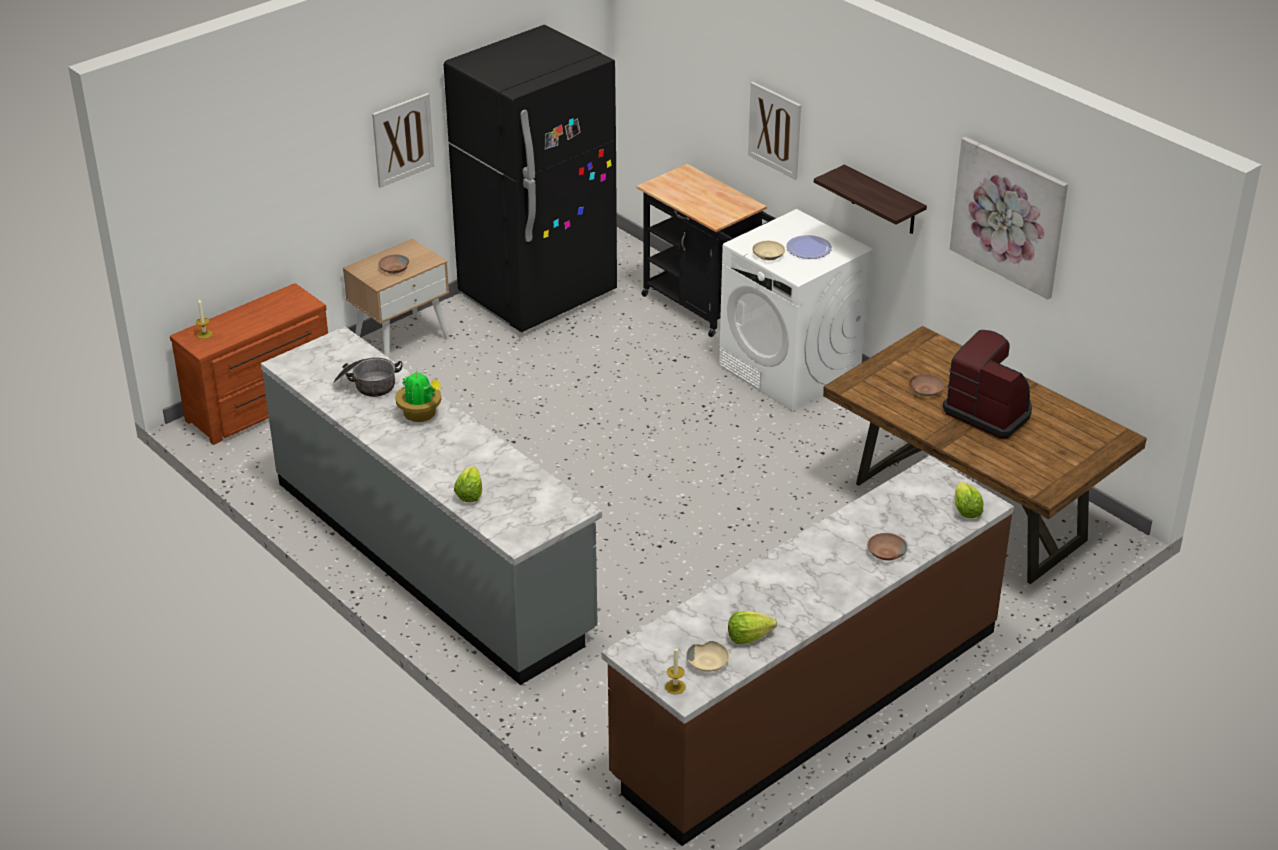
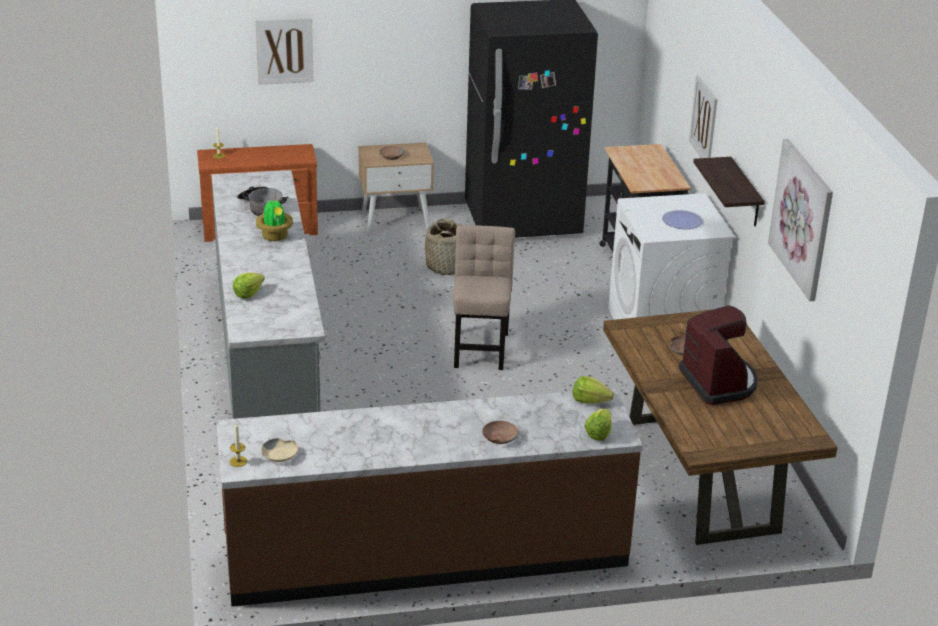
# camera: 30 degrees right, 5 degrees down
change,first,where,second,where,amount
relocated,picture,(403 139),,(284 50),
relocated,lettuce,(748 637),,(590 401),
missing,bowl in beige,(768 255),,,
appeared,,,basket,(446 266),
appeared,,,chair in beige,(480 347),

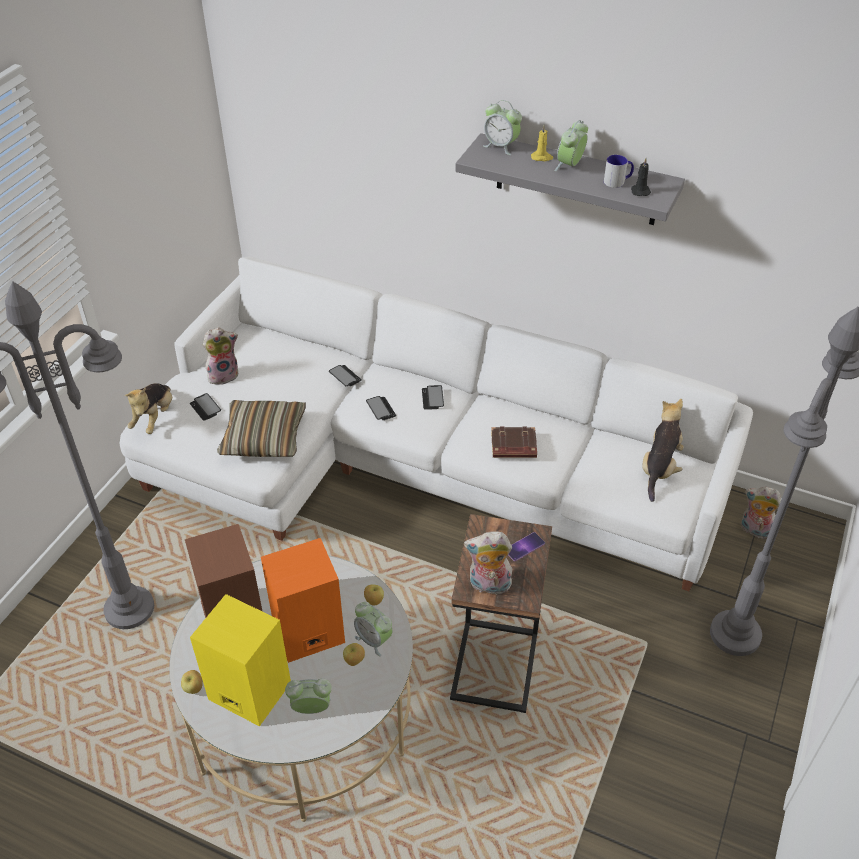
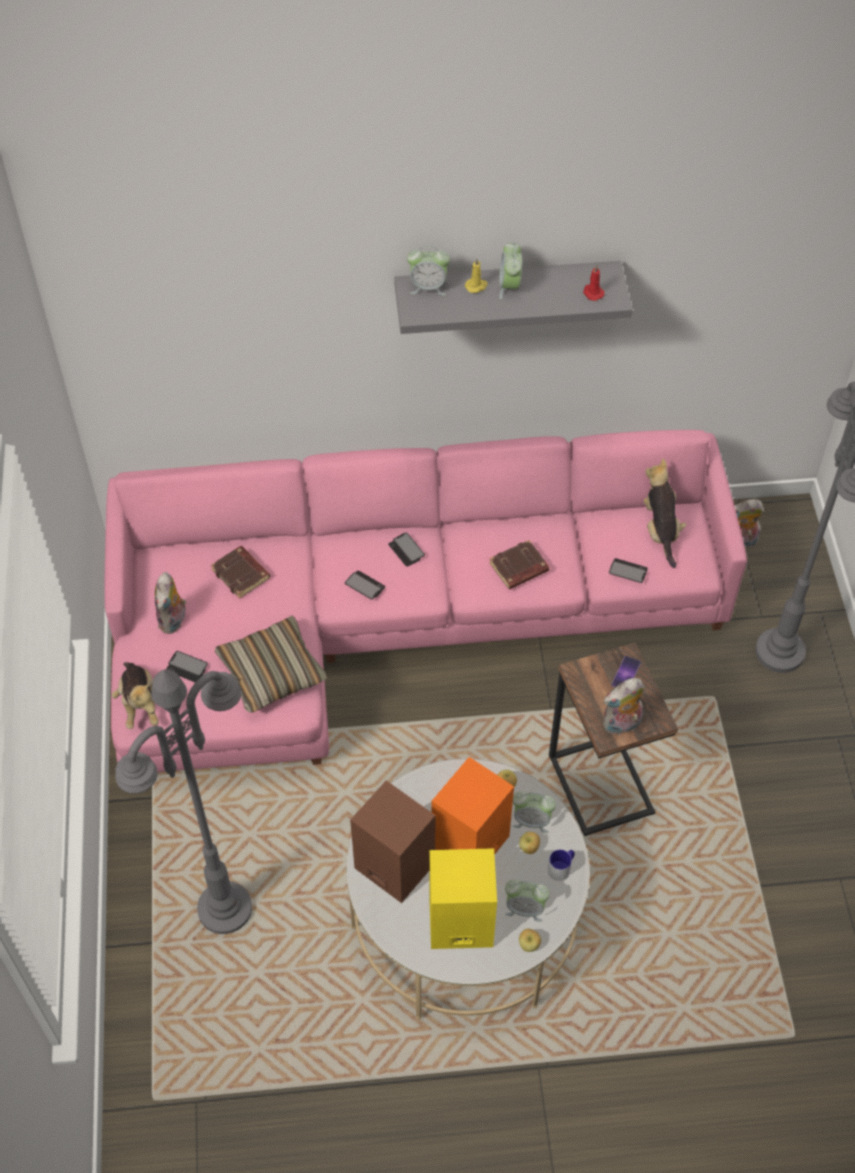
# camera: 30 degrees left, 10 degrees up
change,first,where,second,where,amount
colour,sofa in white,(412 463),sofa in pink,(389 619),
relocated,apple,(194 688),,(529 945),
spun,plush toy,(224 375),,(174 621),150 degrees clockwise
spun,alarm clock,(311 708),,(525 908),135 degrees counterclockwise
relocated,phone,(345 376),,(628 571),
relocated,mug,(617 181),,(561 868),
colour,candle in black,(640 191),candle in red,(592 293),
appeared,,,book in brown,(242 574),

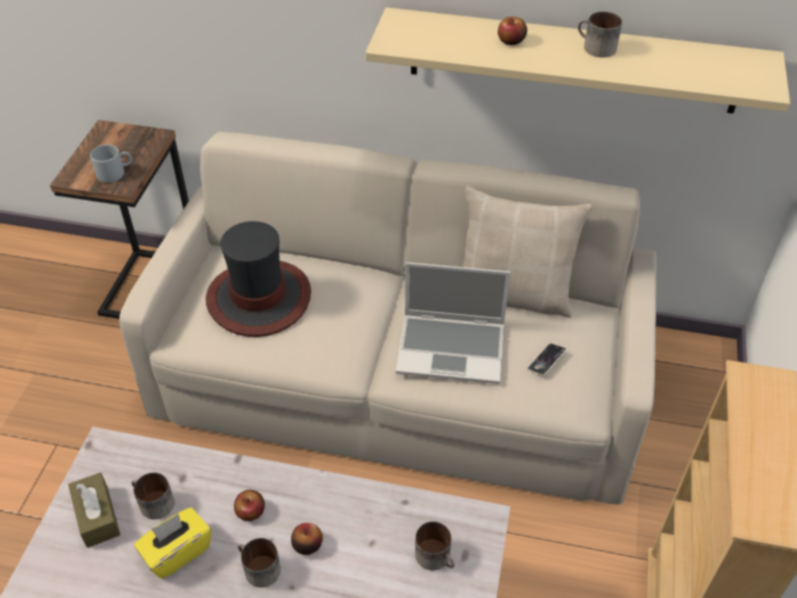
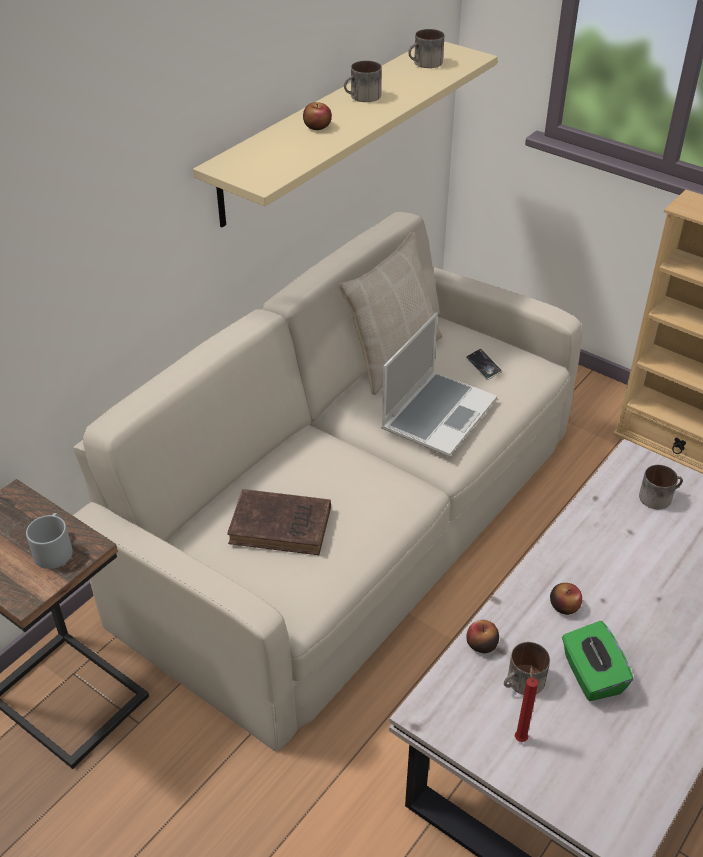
# camera: 65 degrees left, 5 degrees down
change,first,where,second,where,amount
exchanged,tissue box in brown,(97 516),candle in red,(520 737),
colour,tissue box in yellow,(177 552),tissue box in green,(591 675),
exchanged,hat,(259 298),book in brown,(283 526),
relocated,mug,(258 569),,(425 64),
relocated,apple,(307 544),,(481 644),

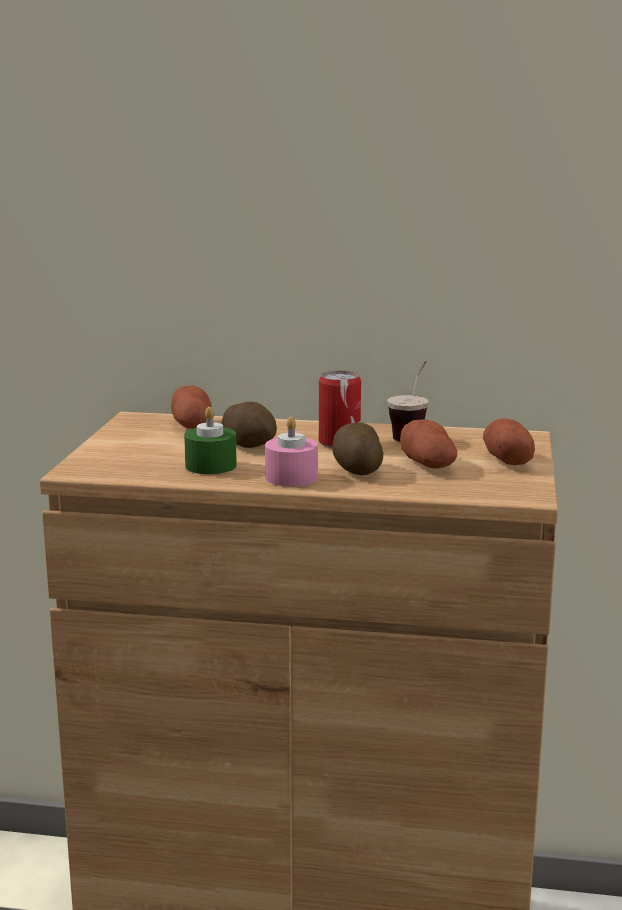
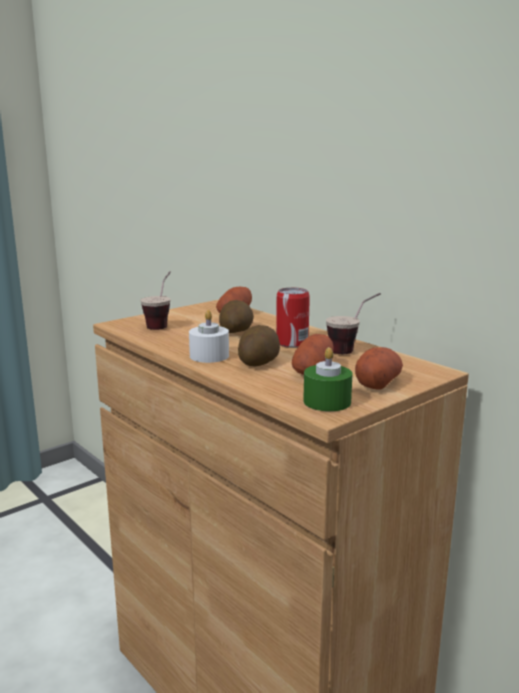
# camera: 40 degrees right, 0 degrees up
change,first,where,second,where,amount
relocated,candle in green,(211 466),,(327 401),
colour,candle in pink,(291 477),candle in white,(209 356),
appeared,,,cup,(161 324),

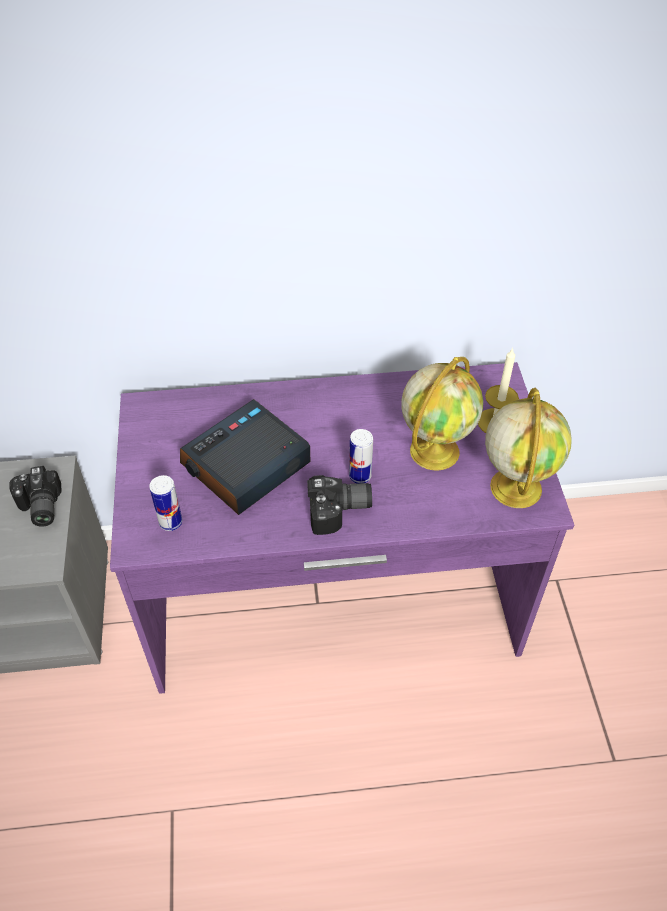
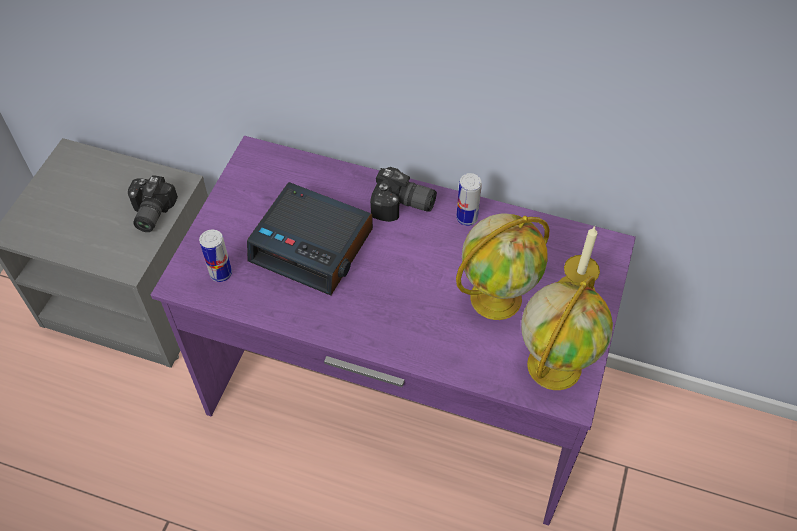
# camera: 25 degrees right, 5 degrees up
change,first,where,second,where,amount
spun,alarm clock,(245 466),,(313 245),135 degrees counterclockwise
relocated,photo camera,(340 512),,(403 207),
relocated,can,(360 476),,(466 218),

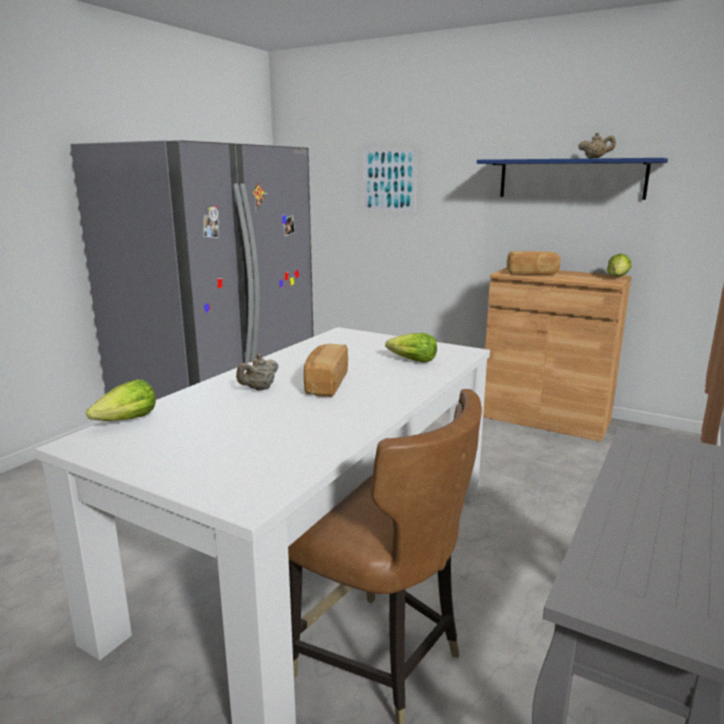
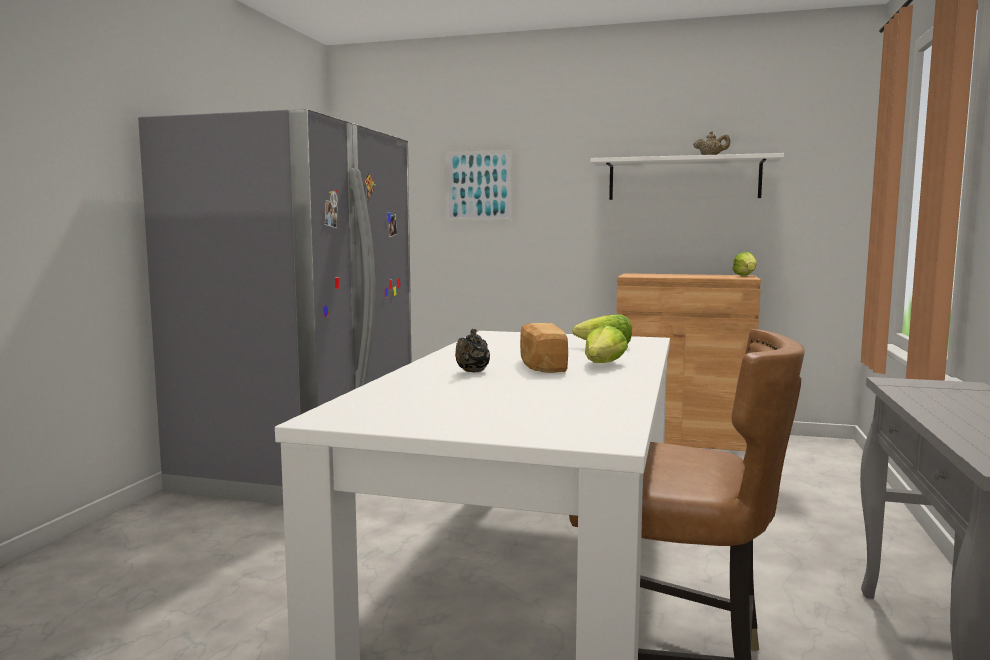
# camera: 15 degrees left, 10 degrees down
change,first,where,second,where,amount
relocated,lettuce,(127 420),,(604 364),
colour,teapot in beige,(259 389),teapot in black,(472 372),
colour,shelf in blue,(571 179),shelf in white,(683 179),
missing,bread,(532 274),,,

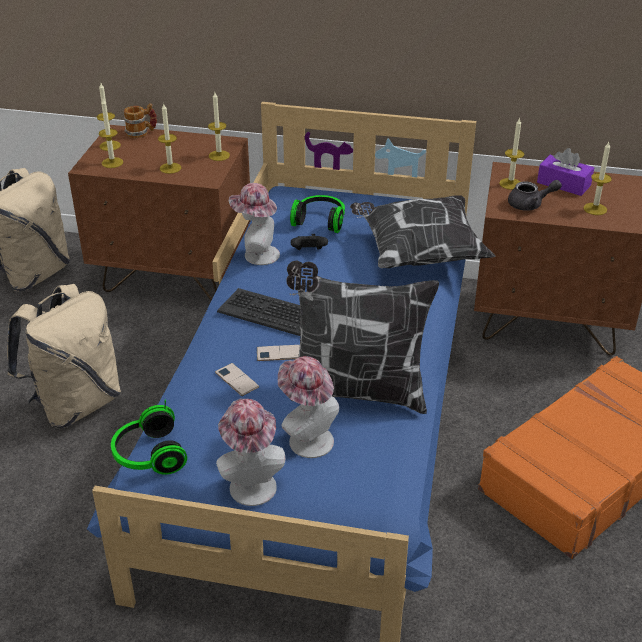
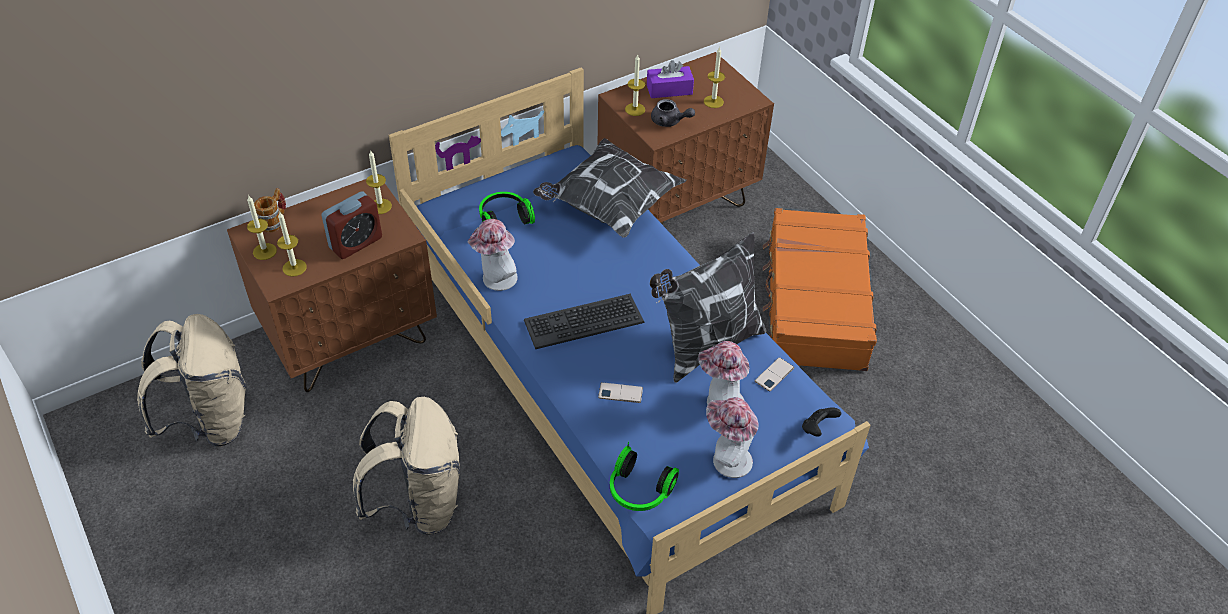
# camera: 45 degrees left, 10 degrees up
change,first,where,second,where,amount
exchanged,candle,(170 168),alarm clock,(356 243),
relocated,phone,(279 353),,(774 374),
relocated,game controller in black,(309 252),,(817 428),
spun,teapot in grey,(530 205),,(669 122),75 degrees clockwise

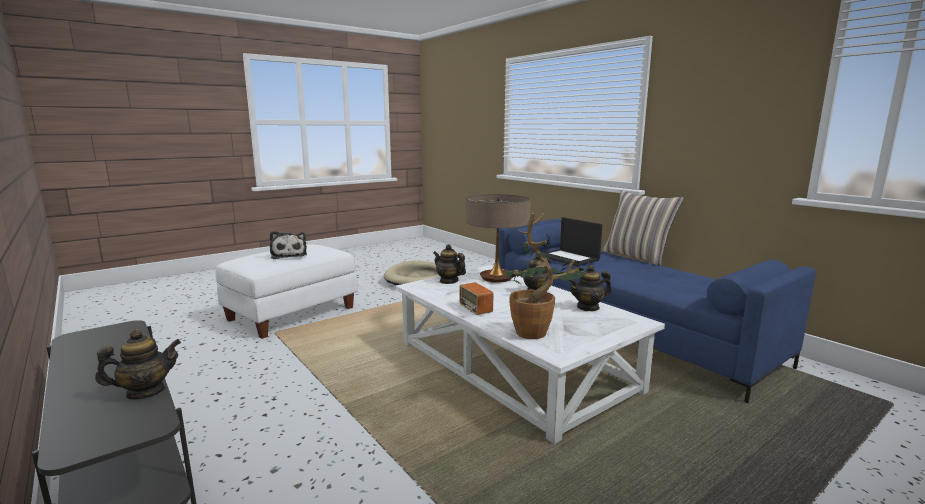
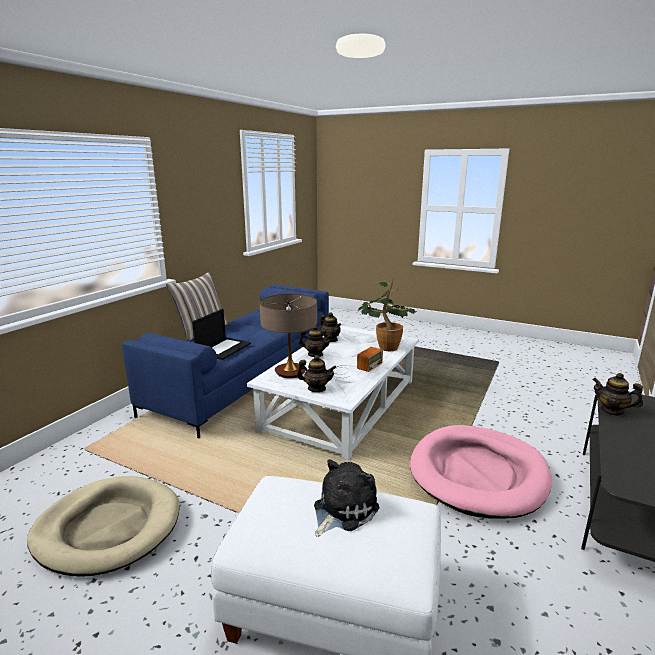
# camera: 115 degrees left, 5 degrees up
change,first,where,second,where,amount
spun,teapot,(449 281),,(316 389),90 degrees counterclockwise
appeared,,,dog bed in pink,(478 474),

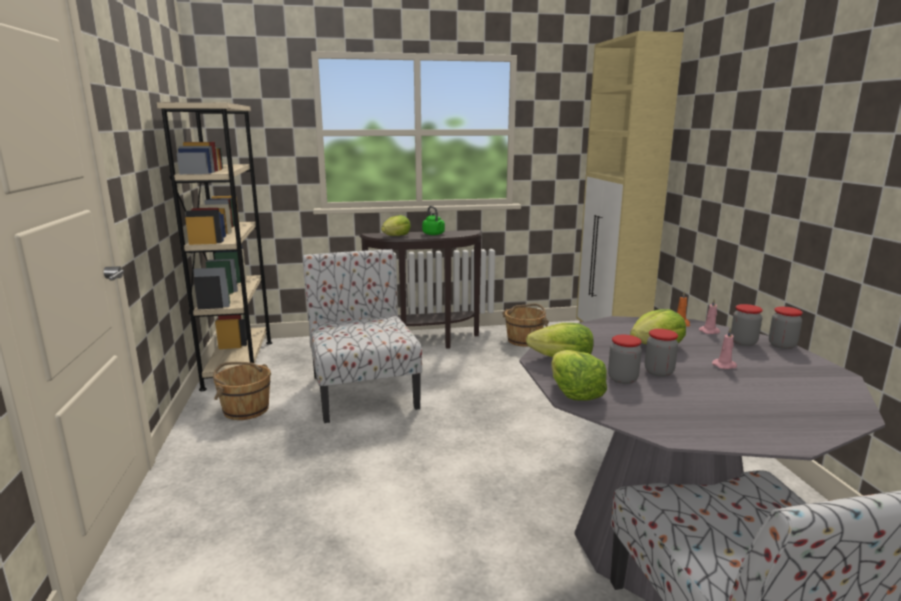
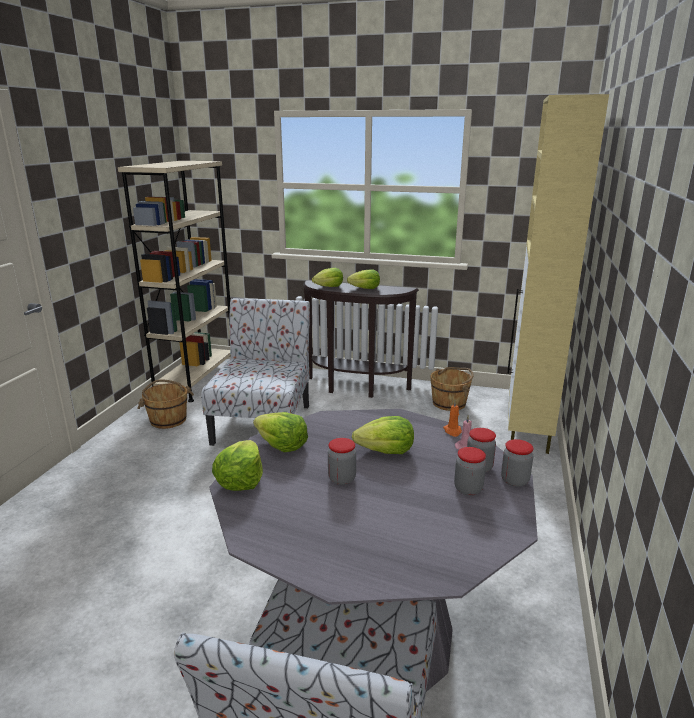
# camera: 25 degrees right, 5 degrees up
change,first,where,second,where,amount
exchanged,kettle in green,(434 234),lettuce,(365 288),
relocated,jar,(622 379),,(468 489),
missing,candle in pink,(725 365),,,

